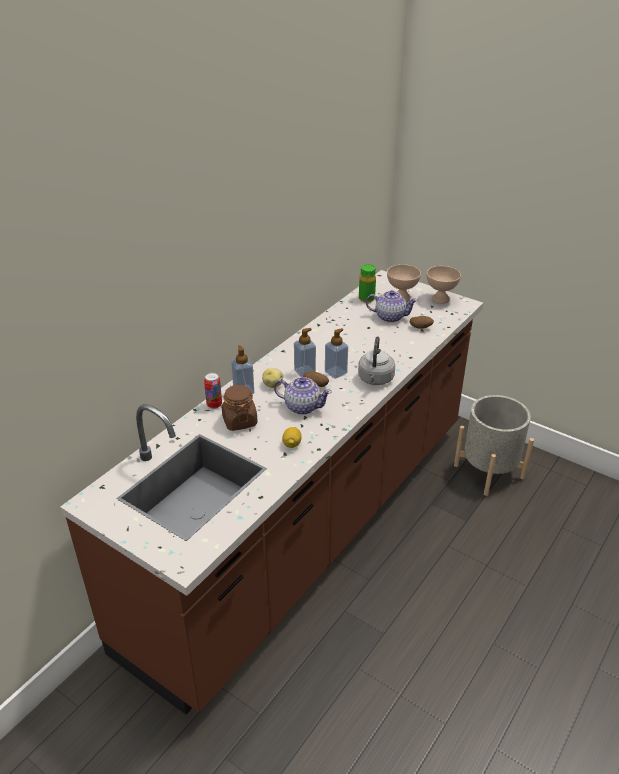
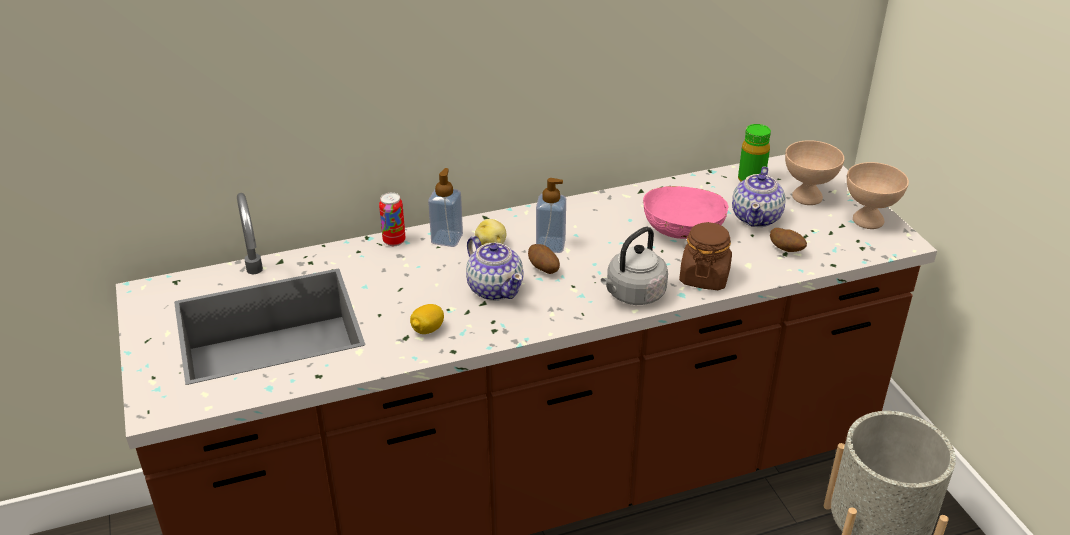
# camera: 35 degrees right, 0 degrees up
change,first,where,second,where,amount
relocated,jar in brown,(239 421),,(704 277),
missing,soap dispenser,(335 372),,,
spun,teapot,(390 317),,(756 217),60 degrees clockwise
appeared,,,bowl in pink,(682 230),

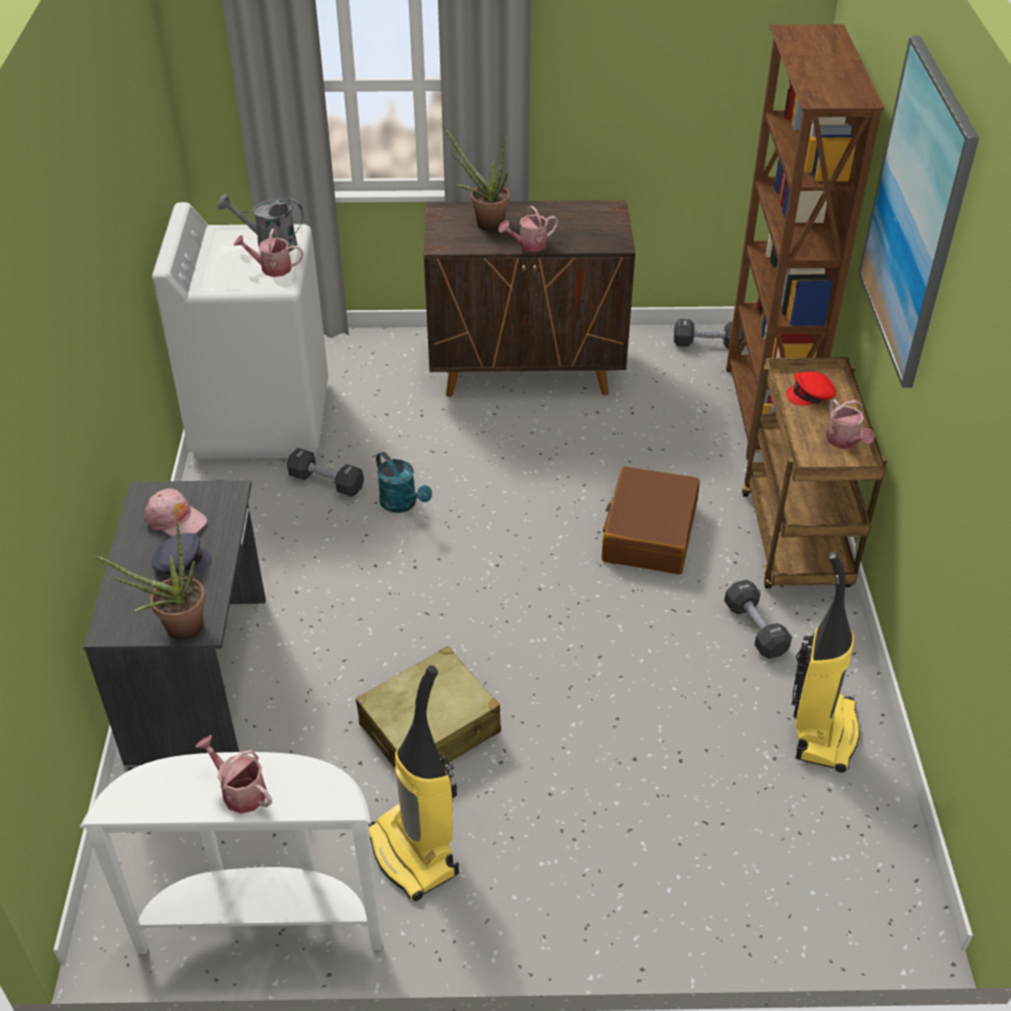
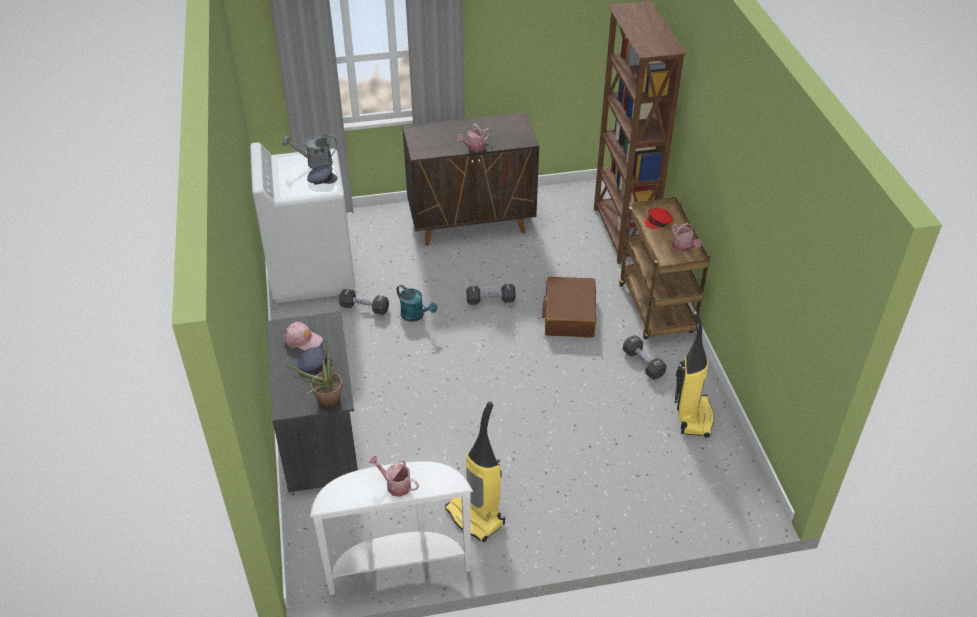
# camera: 10 degrees left, 0 degrees up
change,first,where,second,where,amount
exchanged,watering can,(271 268),cap in grey,(321 179),
missing,suitcase in beige,(430 729),,,
missing,potted plant,(484 223),,,
relocated,dumbbell in black,(707 344),,(490 301),
missing,picture,(916 214),,,

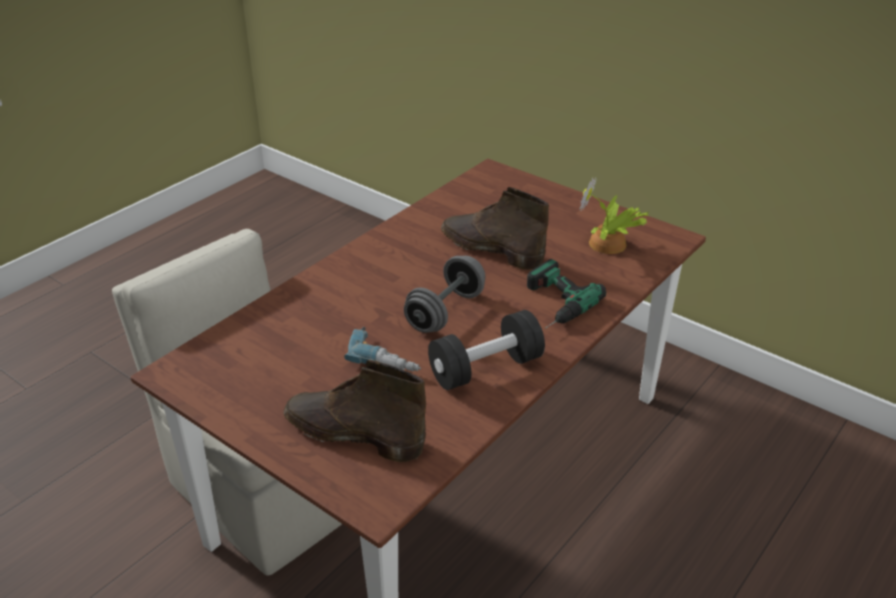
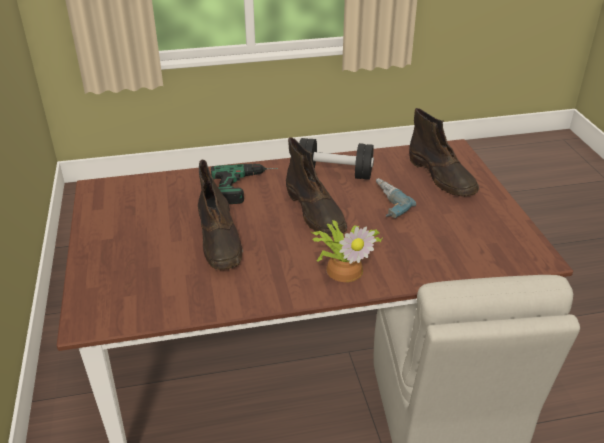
# camera: 140 degrees left, 0 degrees up
change,first,where,second,where,amount
exchanged,dumbbell in grey,(445 312),boot in brown,(315 212),
relocated,potted plant,(609 245),,(345 268),

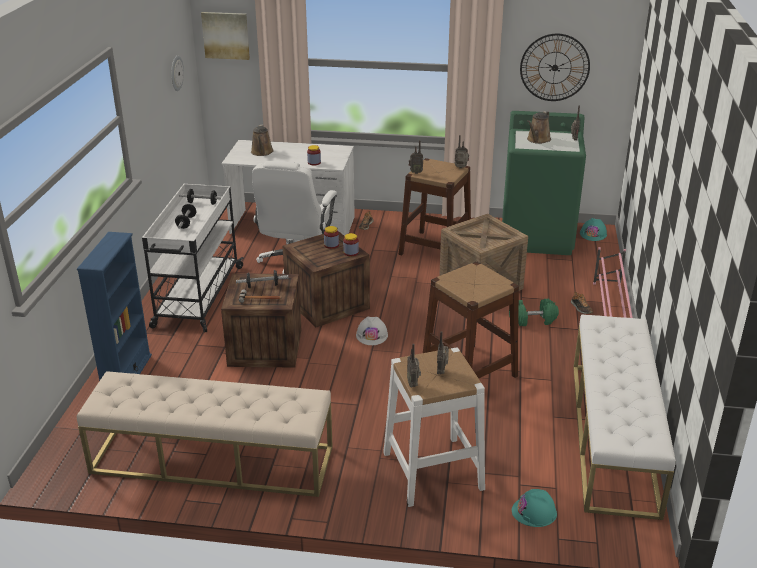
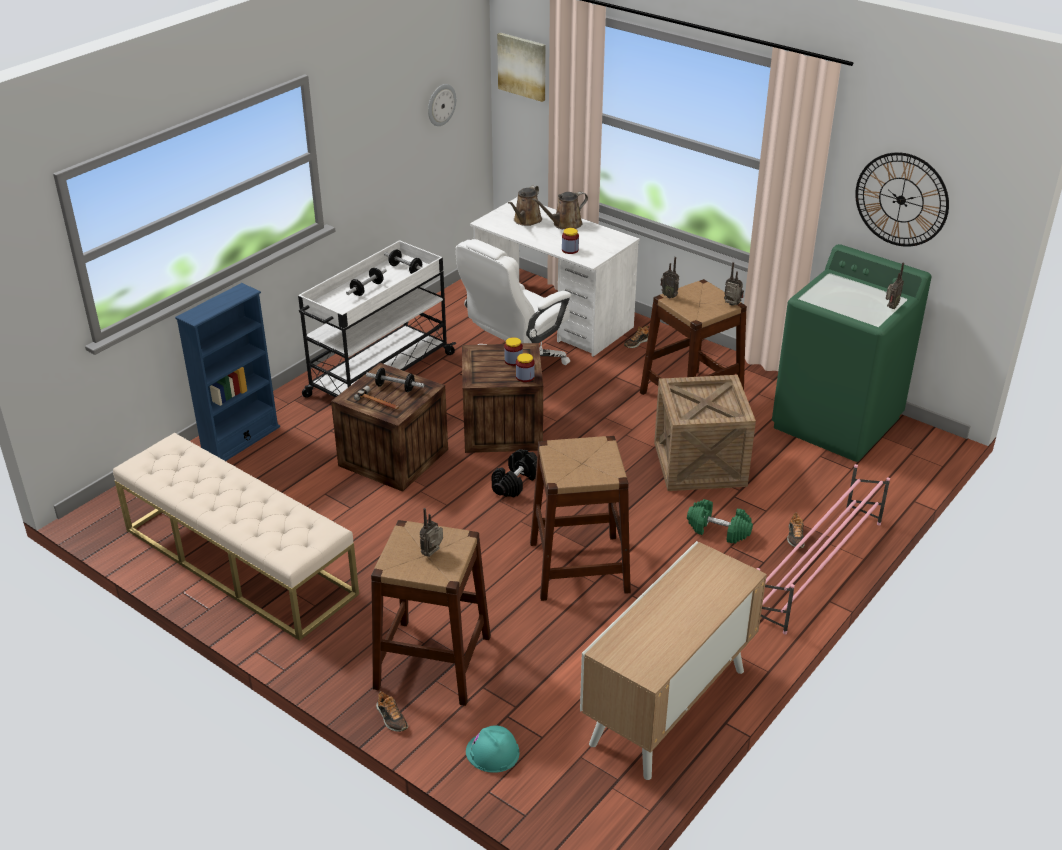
# camera: 30 degrees right, 5 degrees up
change,first,where,second,where,amount
exchanged,hard hat in white,(372 335),dumbbell in black,(515 483),
colour,stool in white,(433 470),stool in brown,(433 662),
missing,radio,(413 384),,,
relocated,watering can in brown,(537 140),,(564 224),
exchanged,bench in white,(613 435),cabinet,(669 707),
missing,hard hat in turquoise,(593 234),,,
appeared,,,shoe,(391 718),

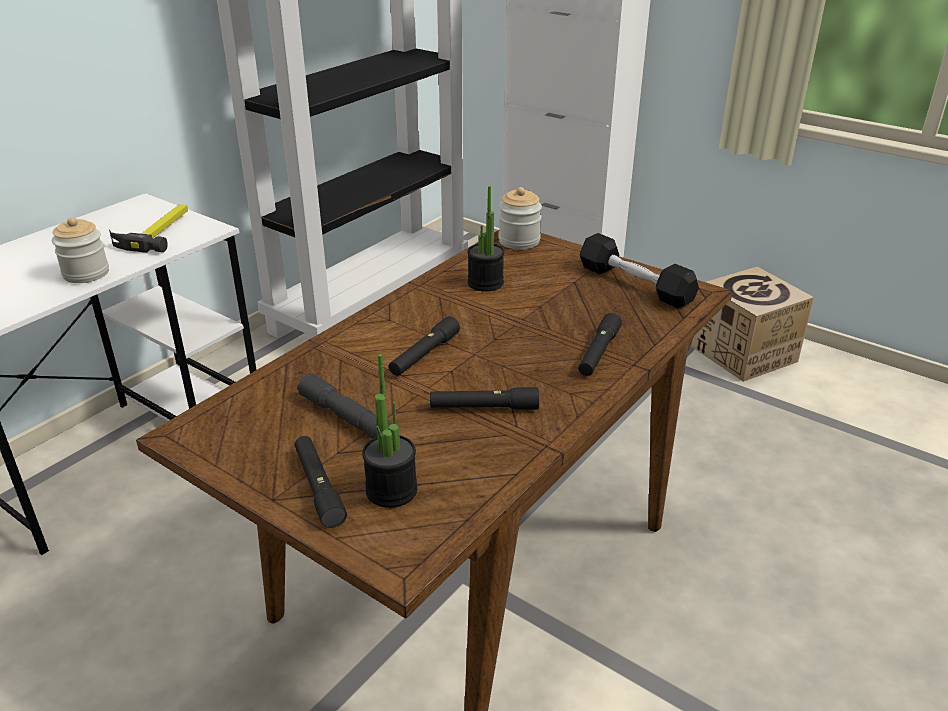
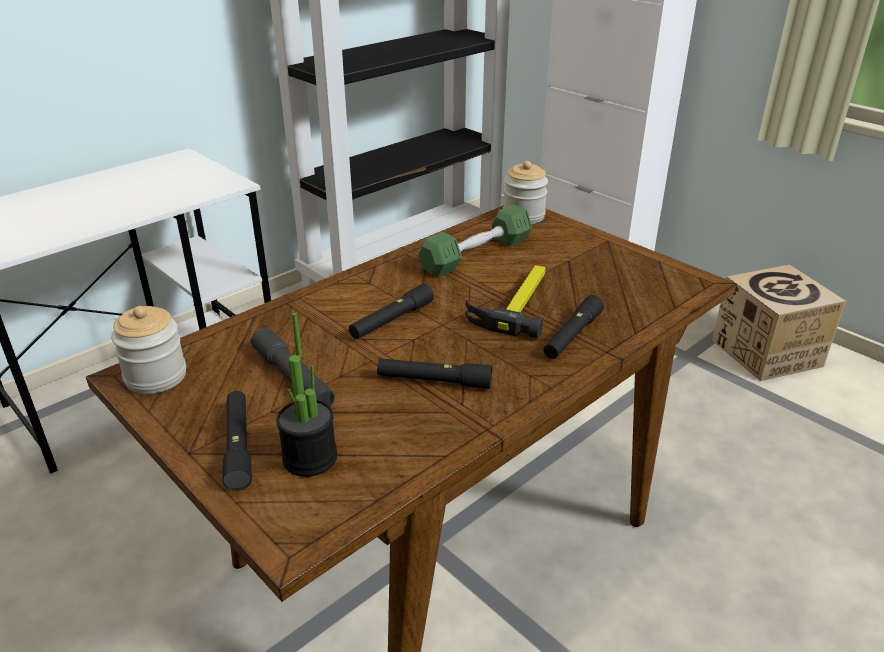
# camera: 10 degrees right, 0 degrees up
change,first,where,second,where,amount
relocated,jar,(86 273),,(156 377),
relocated,hammer,(157 232),,(516 303),
exchanged,potted plant,(485 283),dumbbell in green,(476 254),
missing,dumbbell in black,(635 284),,,

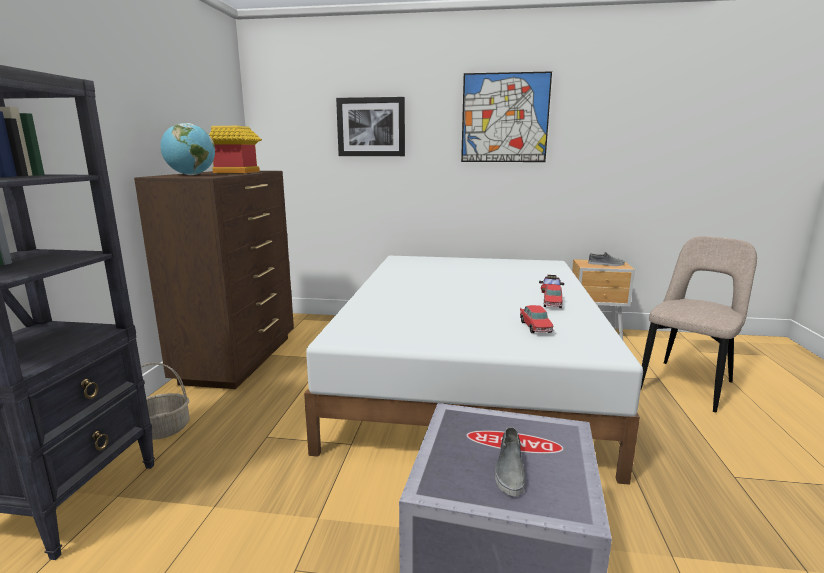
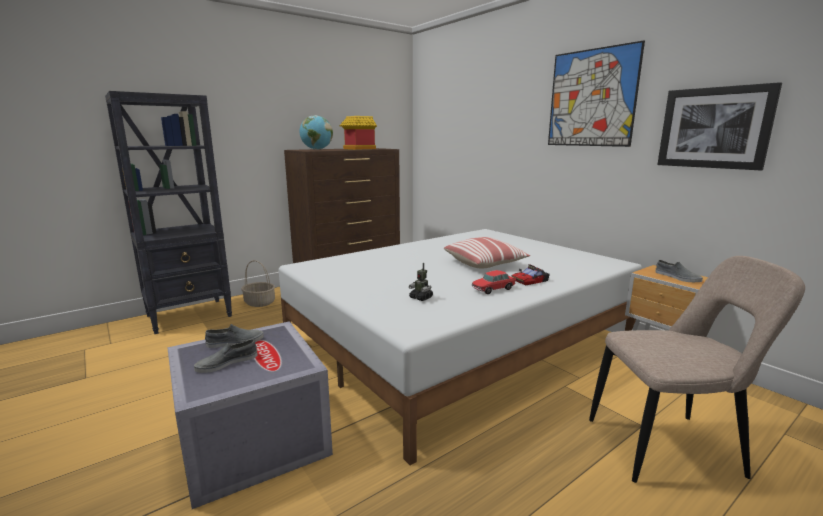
# camera: 45 degrees right, 0 degrees up
change,first,where,second,where,amount
relocated,picture,(371 127),,(714 128),
exchanged,toy car,(535 327),toy robot,(421 298),
appeared,,,shoe in grey,(235 342),
appeared,,,pillow,(485 263),

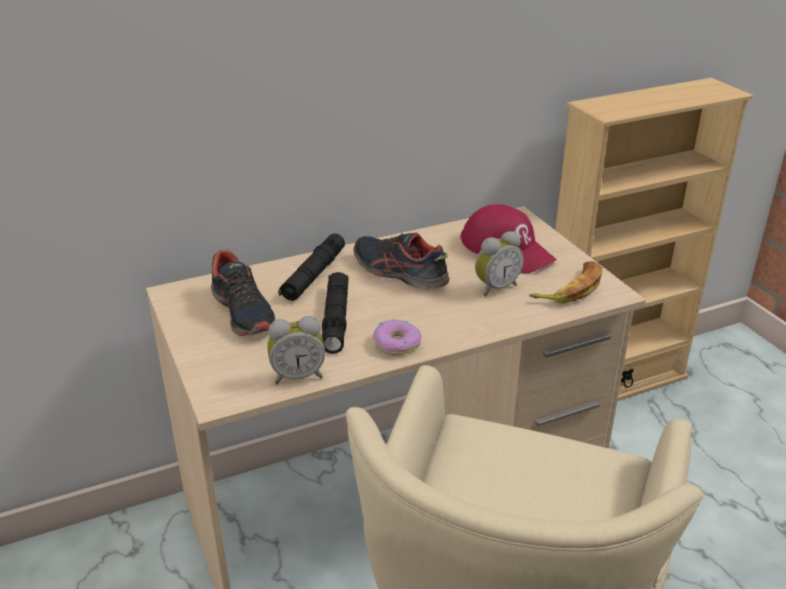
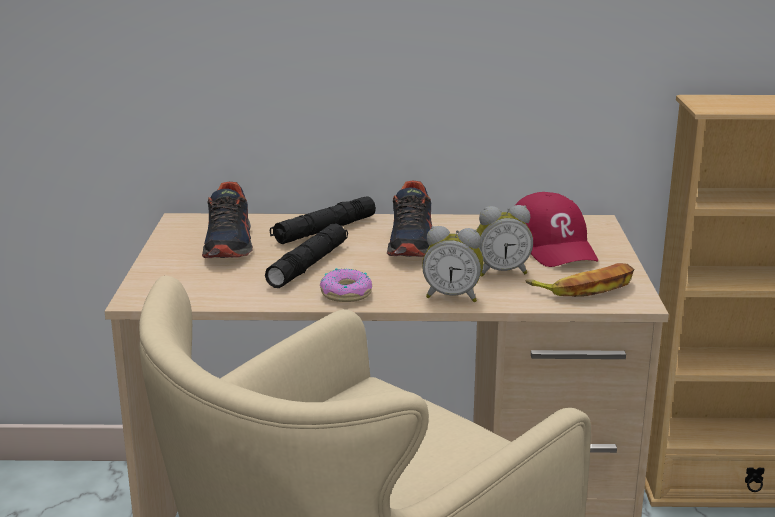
# camera: 25 degrees right, 10 degrees down
change,first,where,second,where,amount
relocated,alarm clock,(298 376),,(452 296),
spun,shoe,(399 272),,(412 243),150 degrees counterclockwise

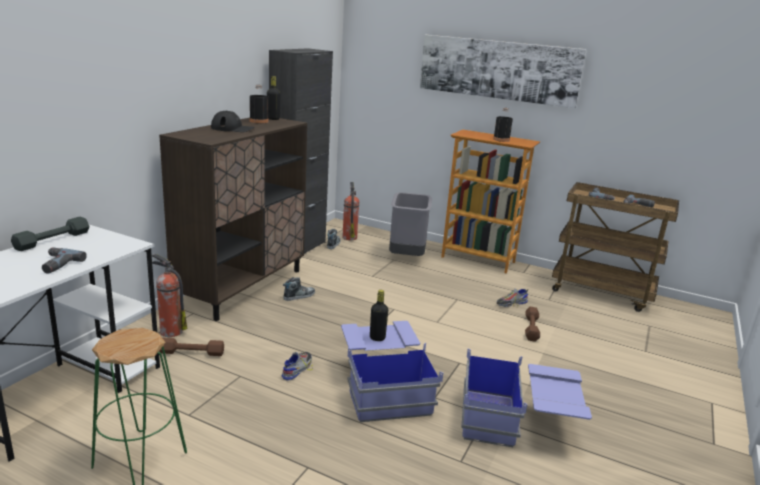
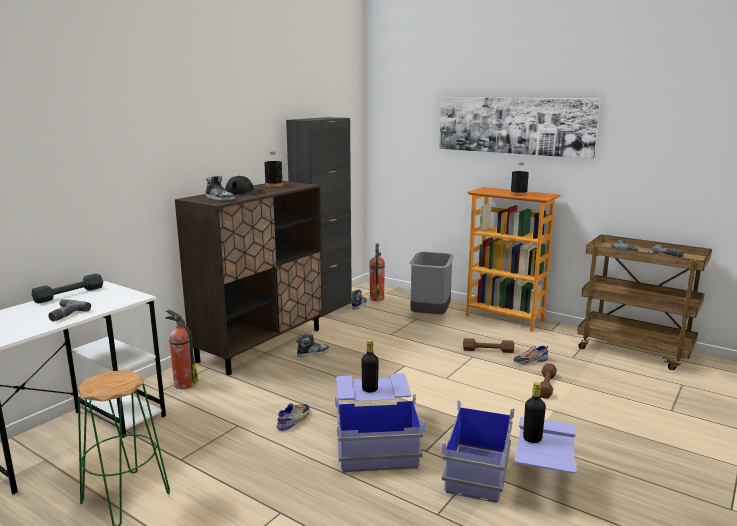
# camera: 10 degrees right, 5 degrees down
change,first,where,second,where,amount
relocated,dumbbell in brown,(192 352),,(488 350),
relocated,bottle in black,(273 119),,(532 439),
appeared,,,shoe,(220 198),

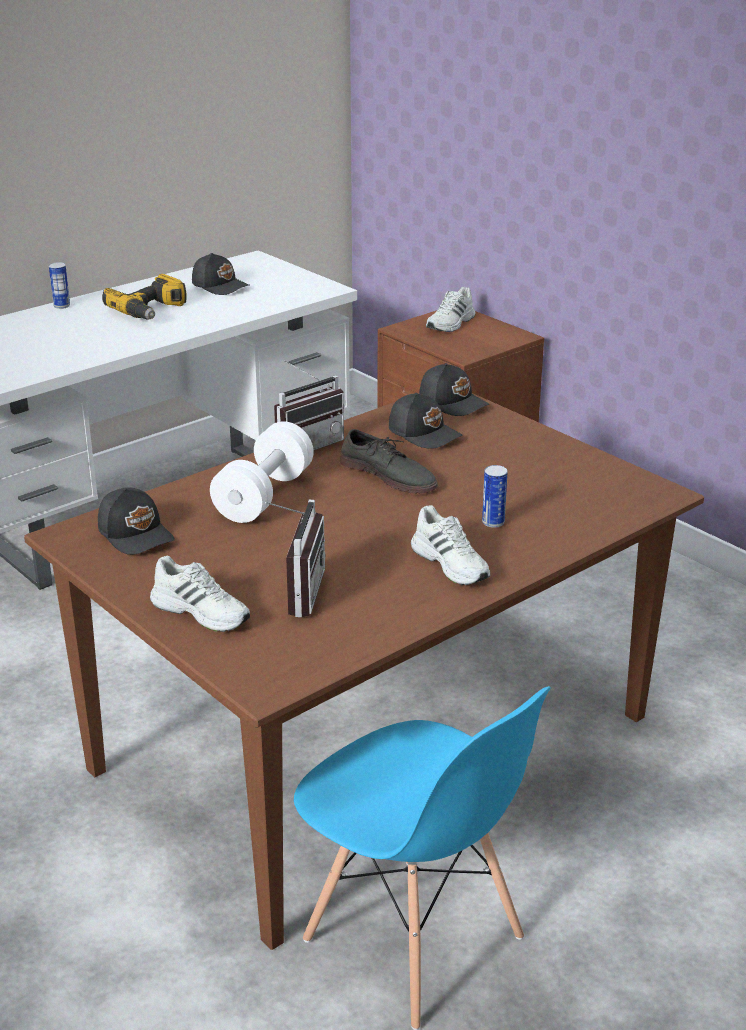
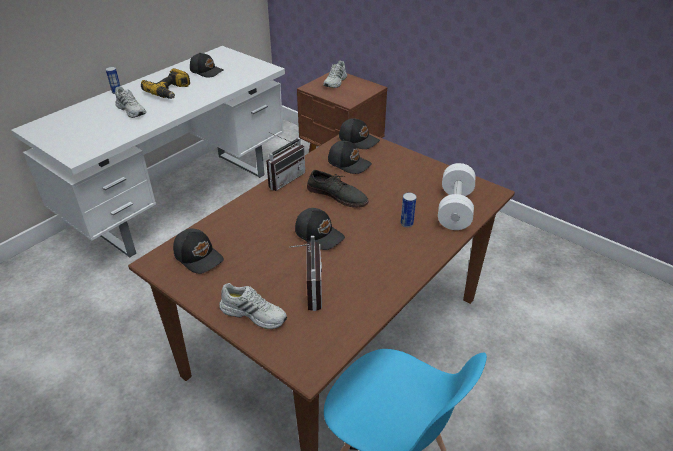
# camera: 10 degrees left, 10 degrees up
change,first,where,second,where,amount
relocated,dumbbell in white,(264 496),,(455 209),
relocated,shoe in white,(452 563),,(132 110),
appeared,,,cap in black,(319 234),

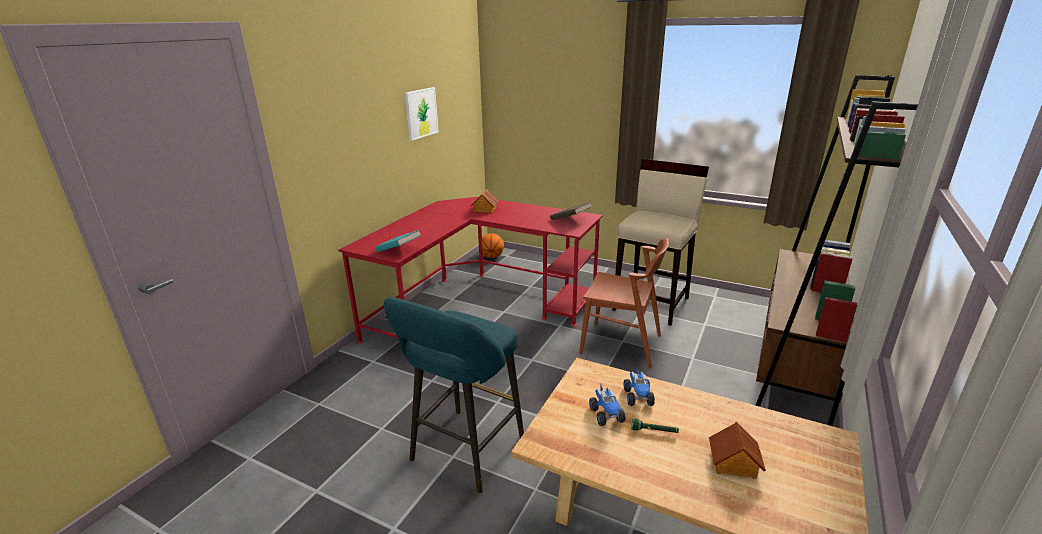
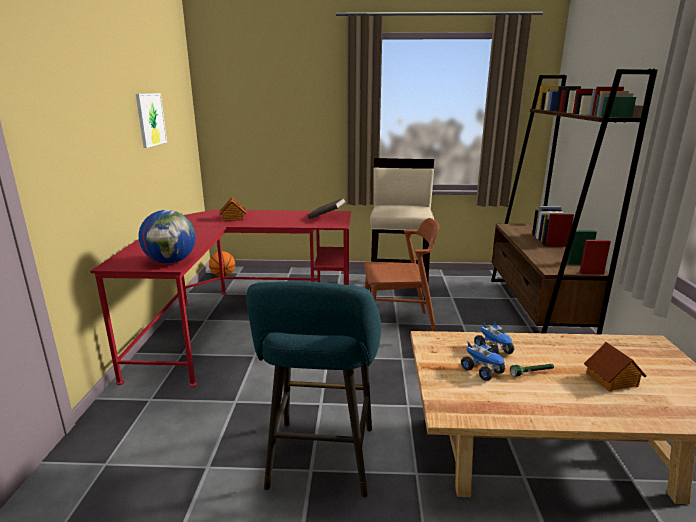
# camera: 25 degrees left, 5 degrees down
change,first,where,second,where,amount
exchanged,book in turquoise,(399 250),globe,(171 261),

